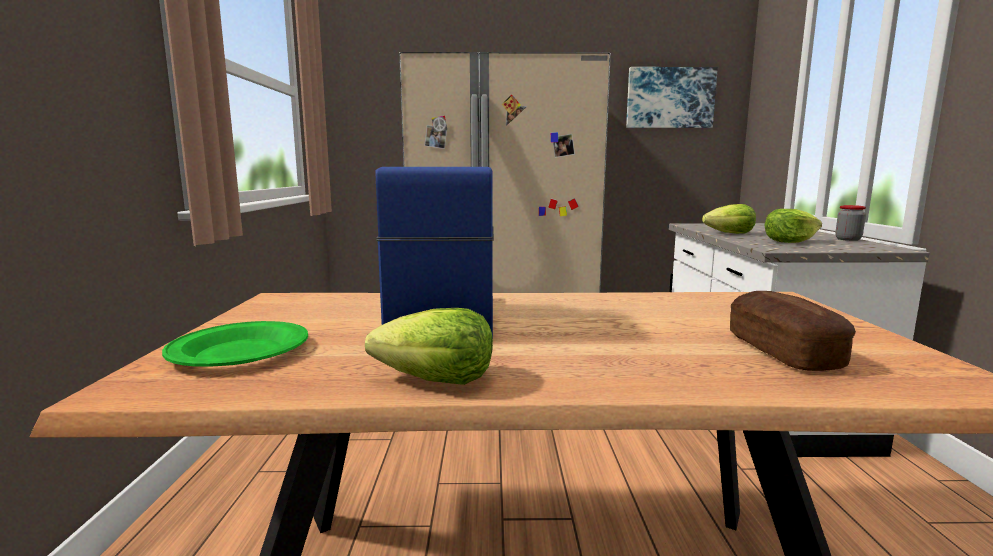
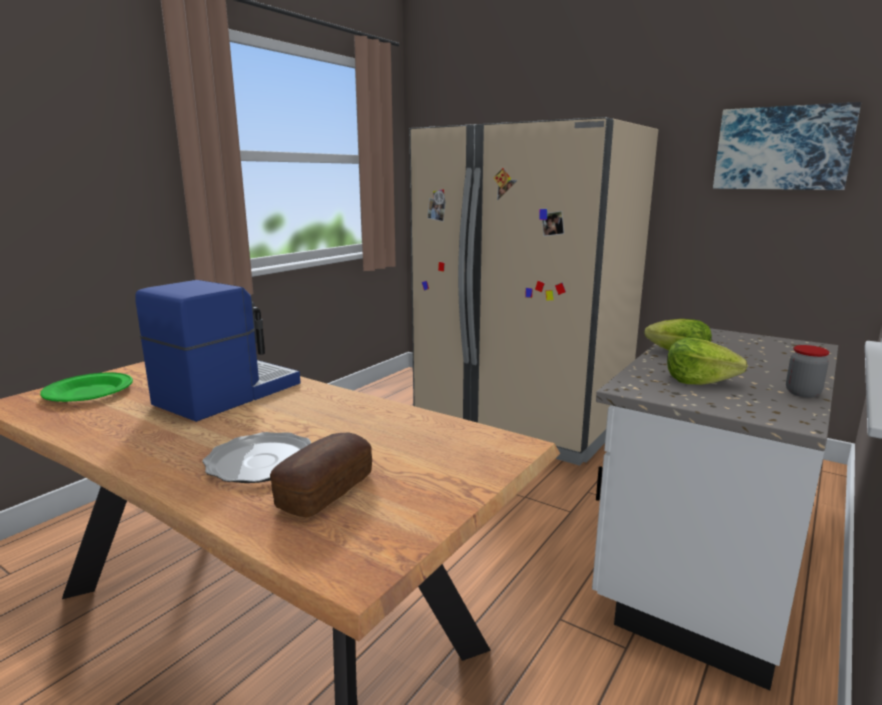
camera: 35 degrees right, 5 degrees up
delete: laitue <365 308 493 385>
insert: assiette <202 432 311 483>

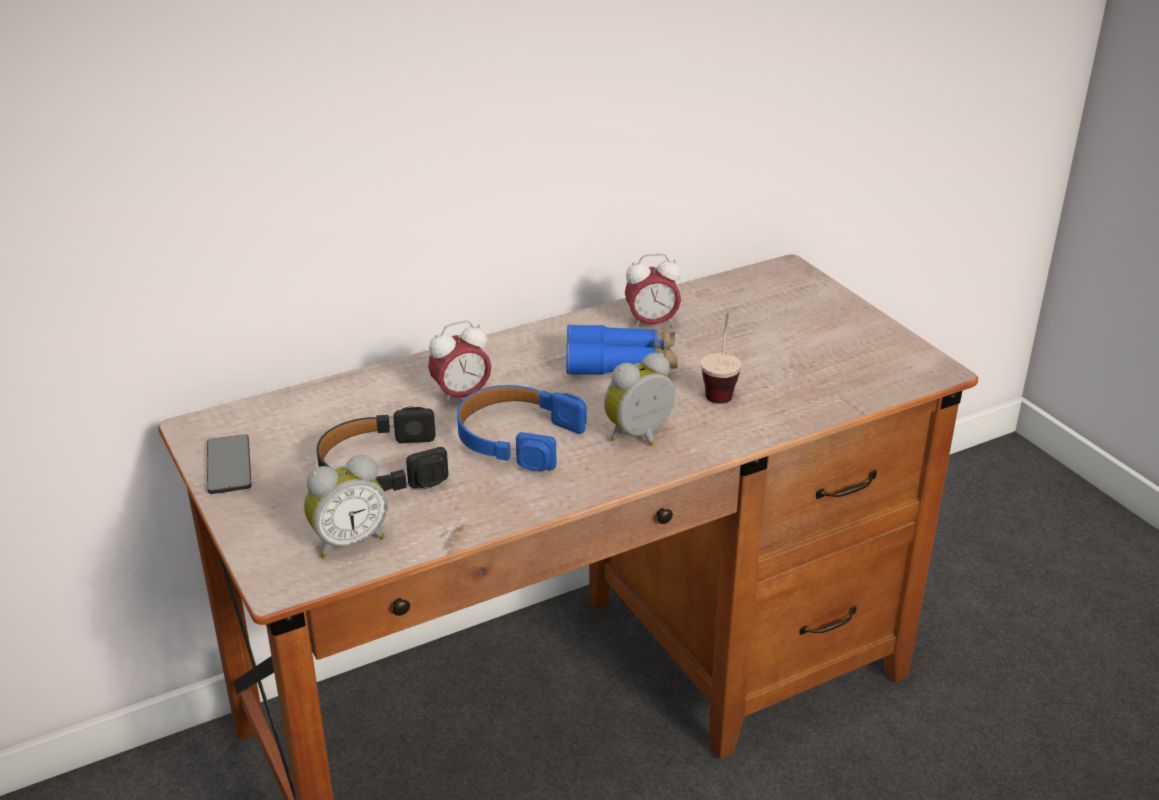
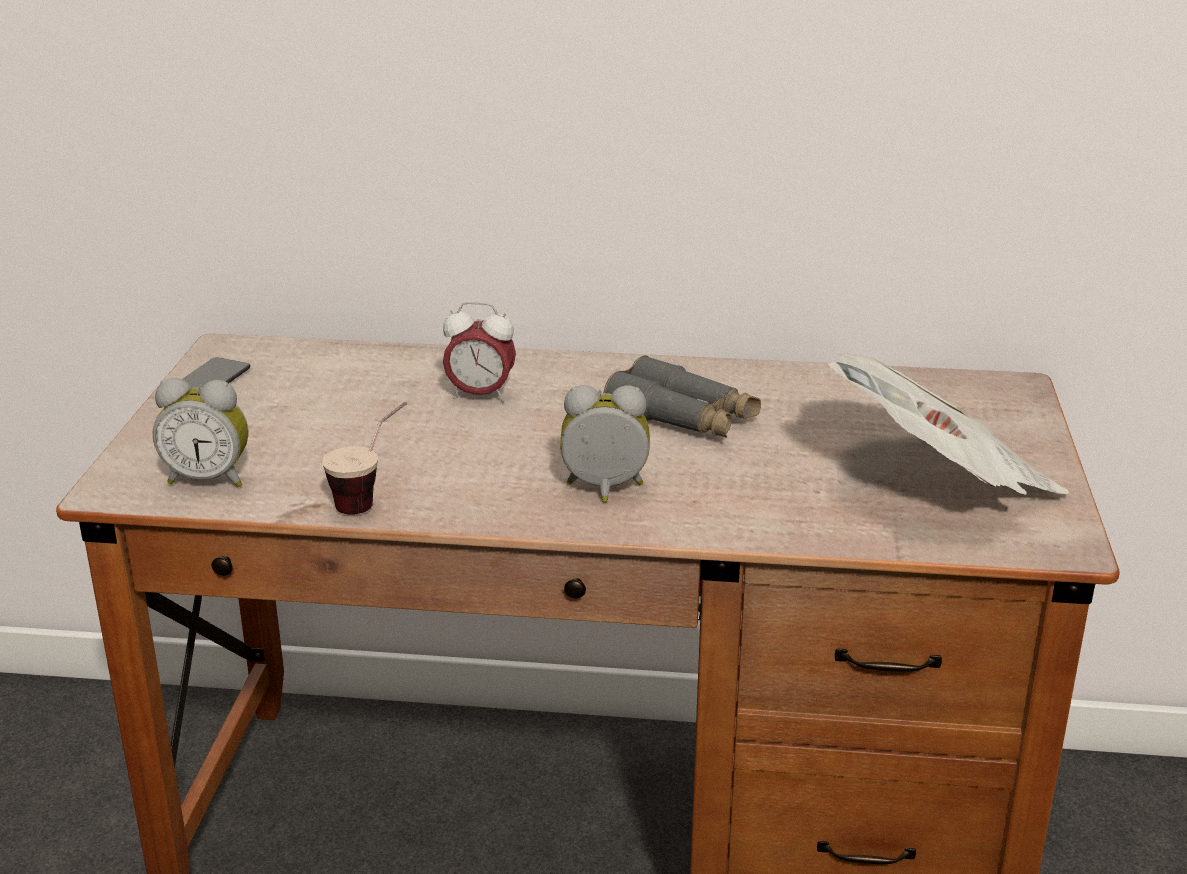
camera: 35 degrees right, 5 degrees down
delete: casque audio (noir) <317 406 448 491>; casque audio (bleu) <457 385 587 471>; réveil <625 254 681 329>
insert: journal <826 354 1069 495>
move: tasse <701 313 742 404> to <322 402 407 515>
recolor: jumelles (bleu) <566 324 678 375> to jumelles (gris) <603 355 761 438>

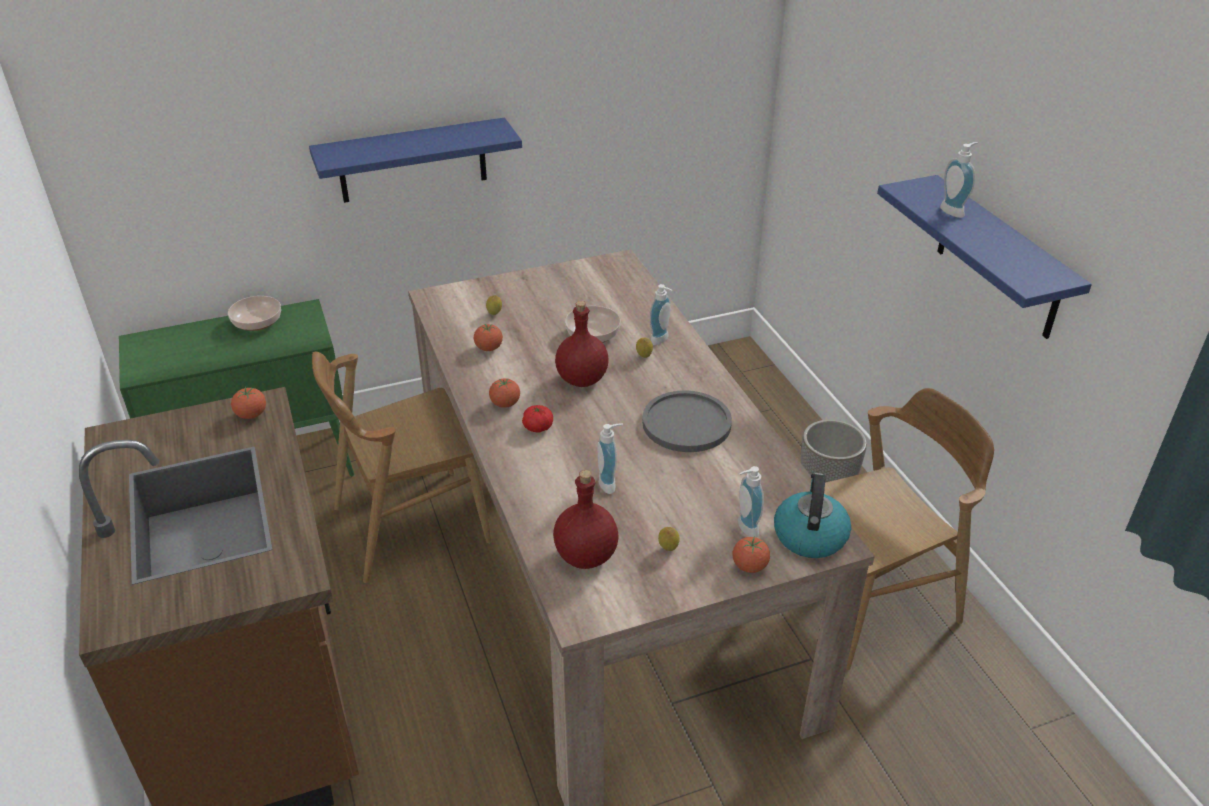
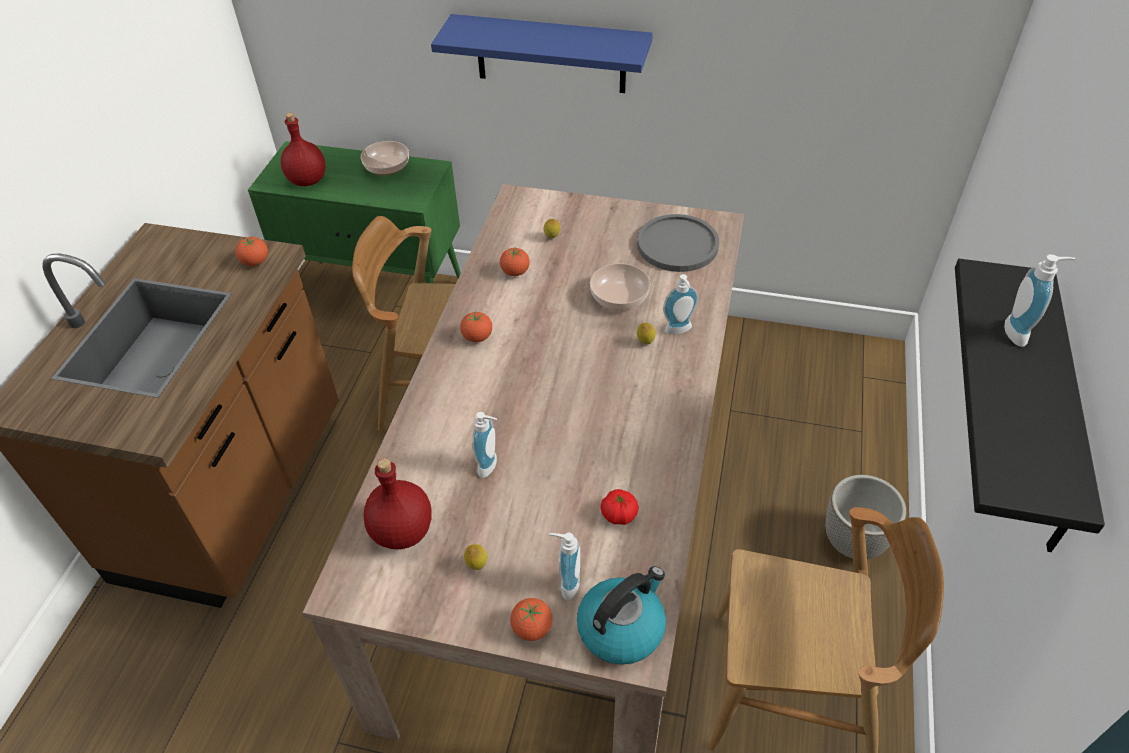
camera: 35 degrees right, 10 degrees up
move: tomate <522 405 553 432> to <600 489 639 525>; bouteille (rouge) <555 301 609 387> to <281 113 325 186>; assiette (gris) <642 390 732 452> to <637 214 719 272>
recolor: étagère (bleu) <877 175 1092 339> to étagère (noir) <955 259 1105 552>

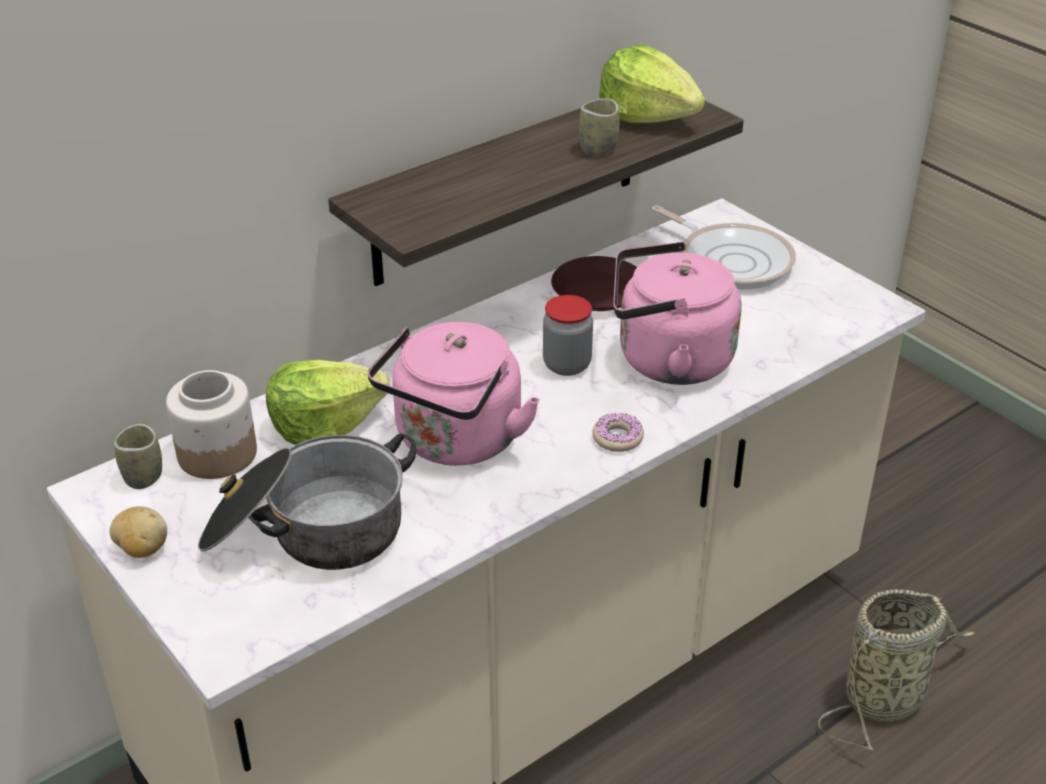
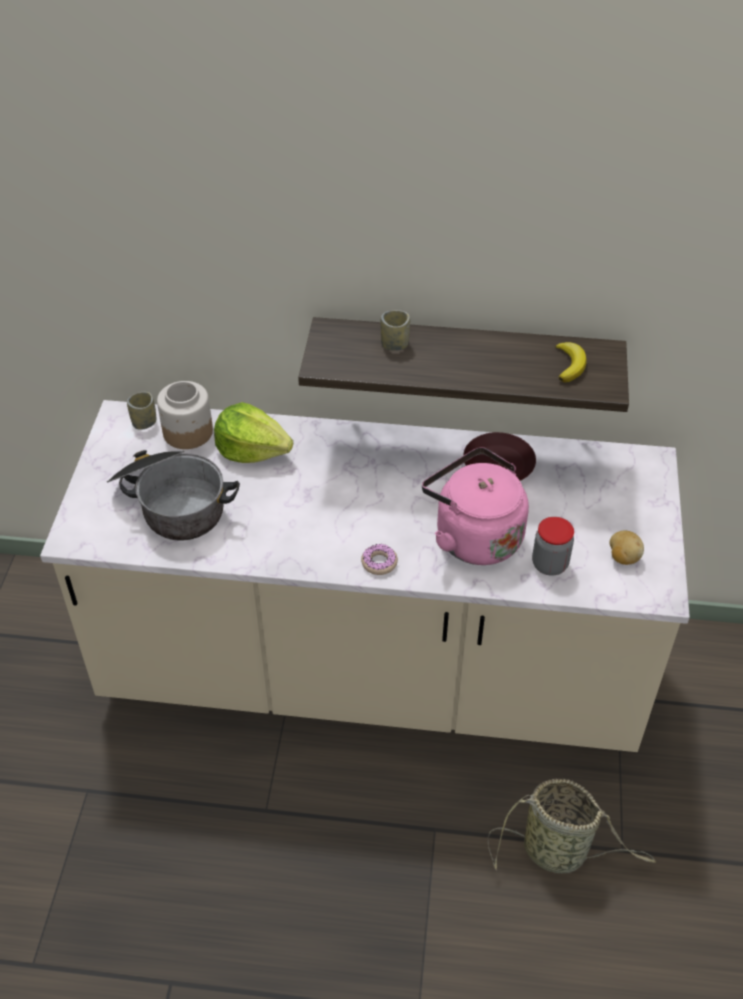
camera: 45 degrees right, 10 degrees up
delete: bouilloire (rose) <368 322 540 466>; poêle <652 205 796 290>
move: pomme de terre <110 506 167 558> to <609 531 644 565>; bocal <543 295 593 376> to <532 517 574 576>; tasse <579 99 619 156> to <381 310 410 351>
replace: laitue <599 44 705 123> to banane <555 342 587 382>

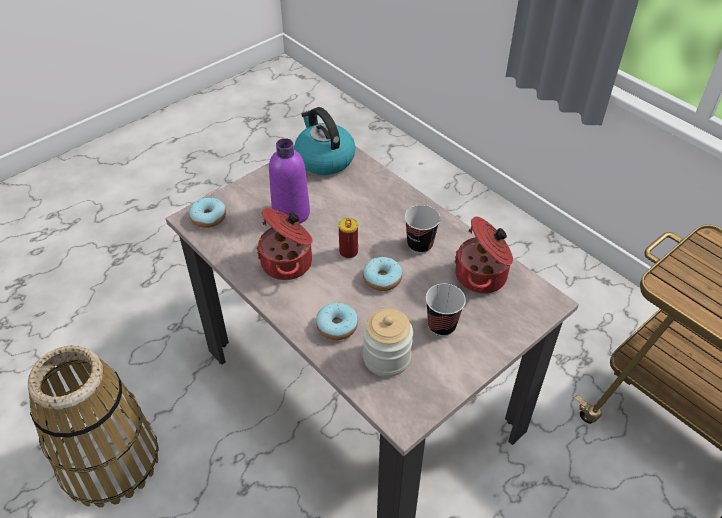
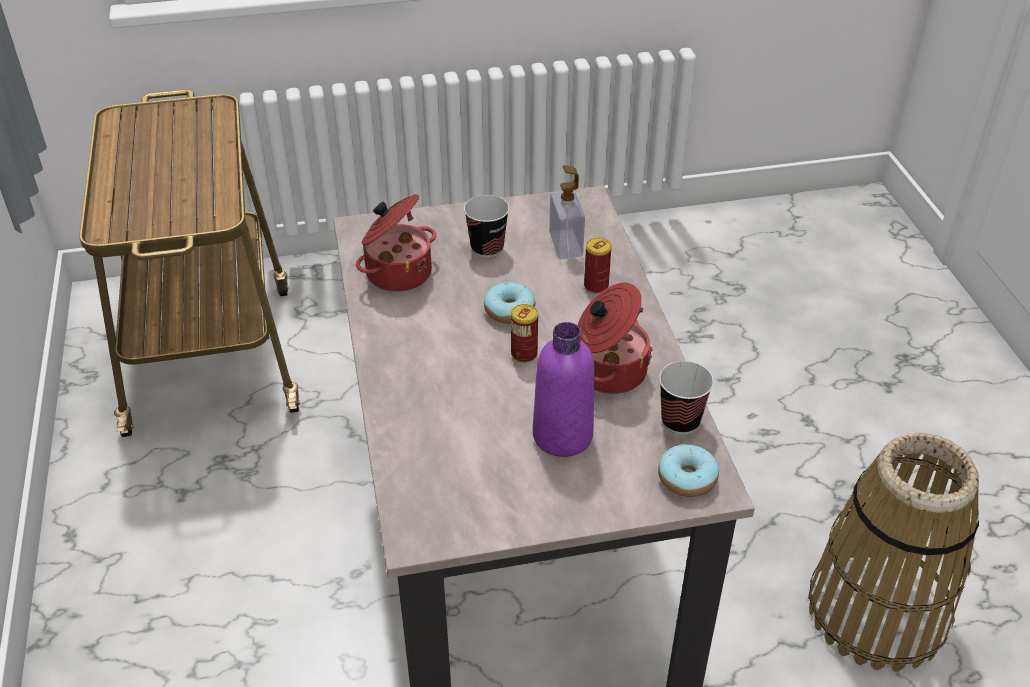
camera: 150 degrees left, 5 degrees down
delete: bouilloire <294 107 356 175>
move: tasse <404 205 441 254> to <659 361 714 434>
replace: beignet <316 303 358 340> to boîte métallique <584 238 611 294>; bocal <363 309 413 377> to distributeur de savon <549 165 585 259>

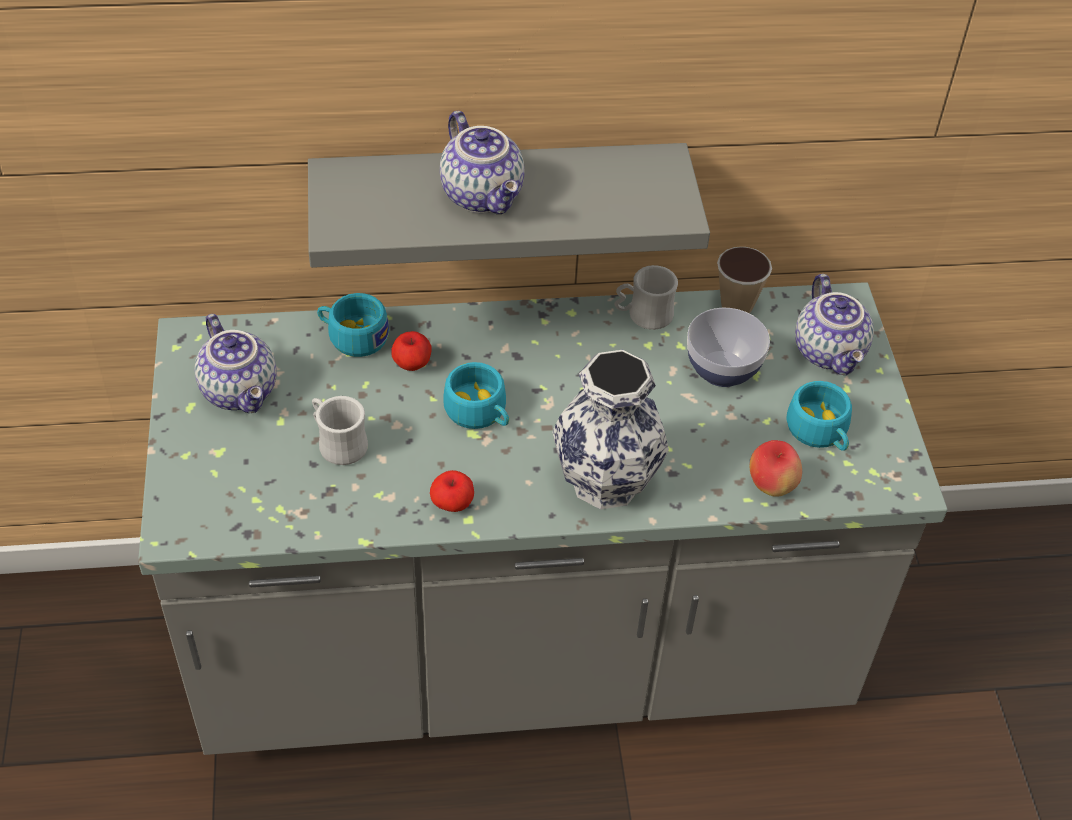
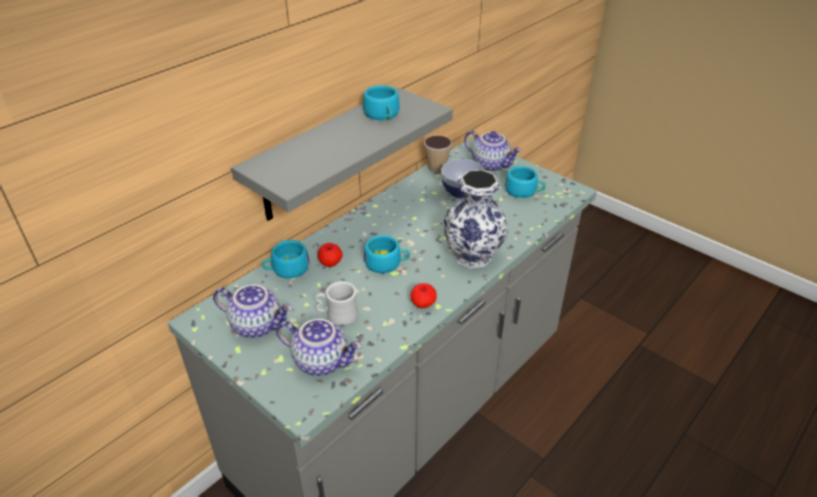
camera: 40 degrees left, 10 degrees down
delete: mug (blanc) <614 265 678 330>; pomme <750 440 802 497>
insert: tasse (turquoise) <363 85 400 120>
move: théière <440 111 525 214> to <276 319 362 376>

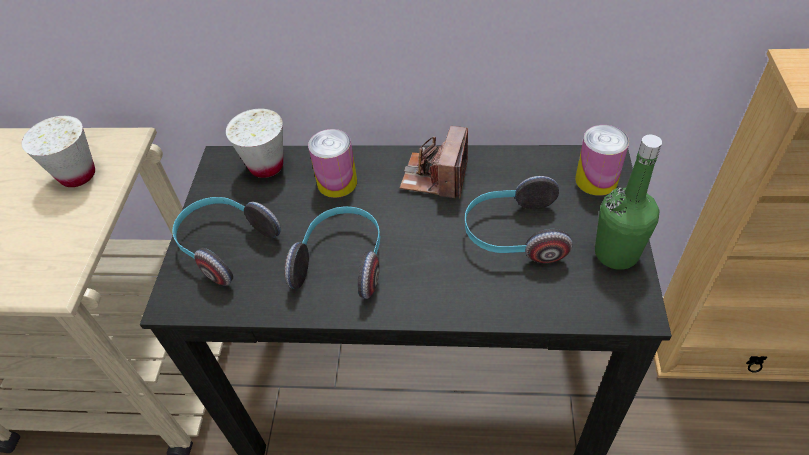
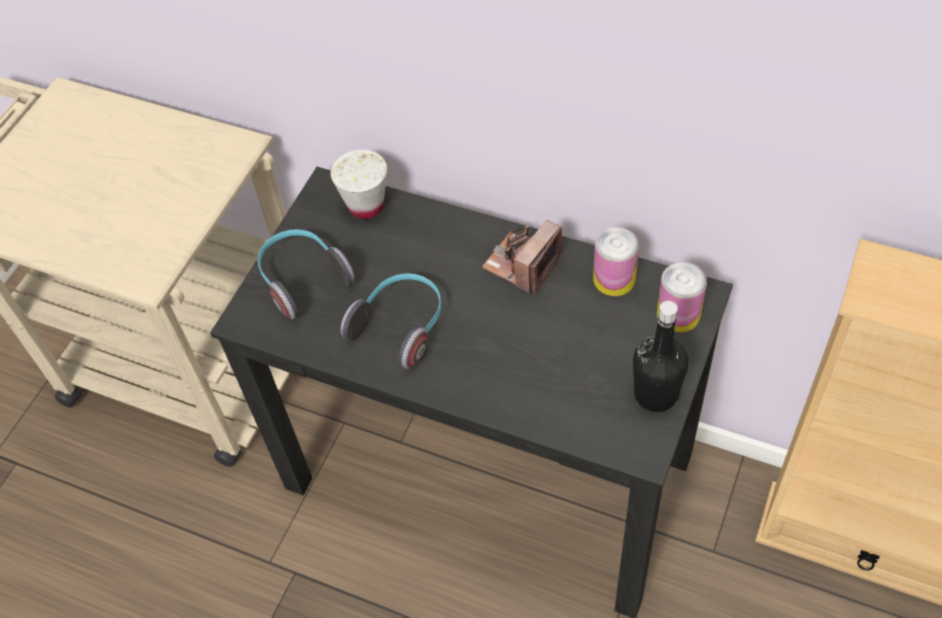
camera: 20 degrees right, 5 degrees up
delete: tasse (blanc) <21 116 95 187>; casque audio <465 176 573 263>
move: boîte métallique <308 129 357 198> to <593 227 639 296>
recolor: bouteille (vert) <595 135 662 270> to bouteille (noir) <633 301 689 412>

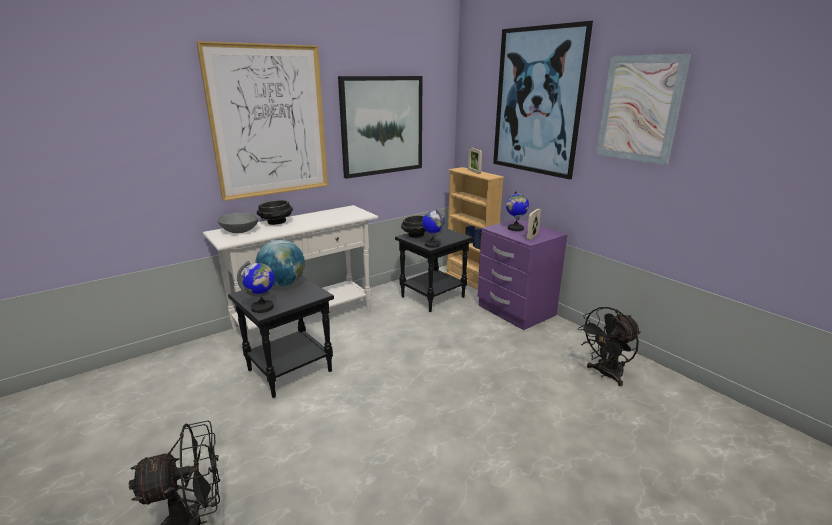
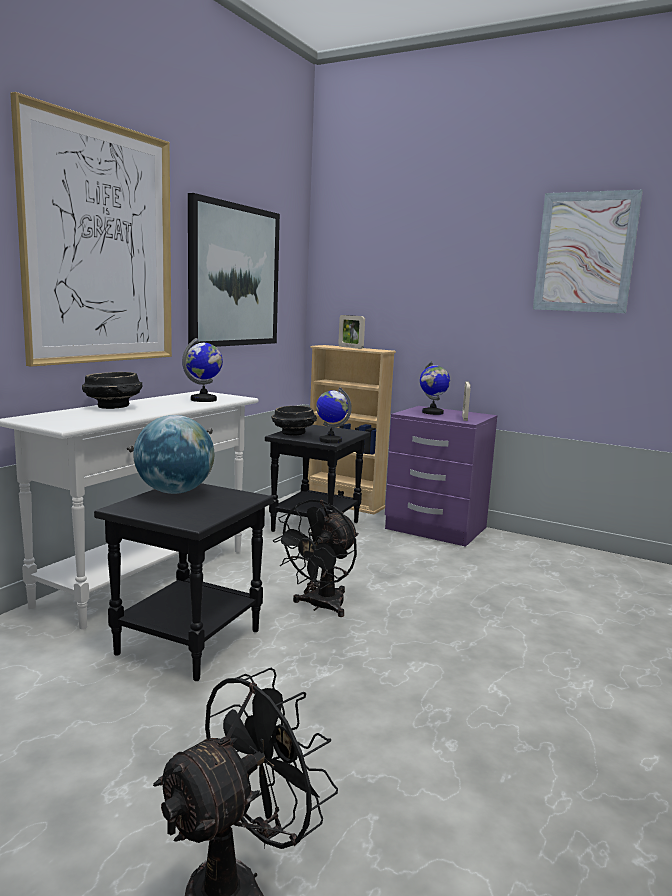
camera: 25 degrees left, 10 degrees down
delete: bol (gris) <217 213 258 233>; tableau <493 21 593 179>
move: globe <237 261 275 313> to <182 338 223 402>; ventilateur (noir) <578 307 641 386> to <273 499 359 617>

